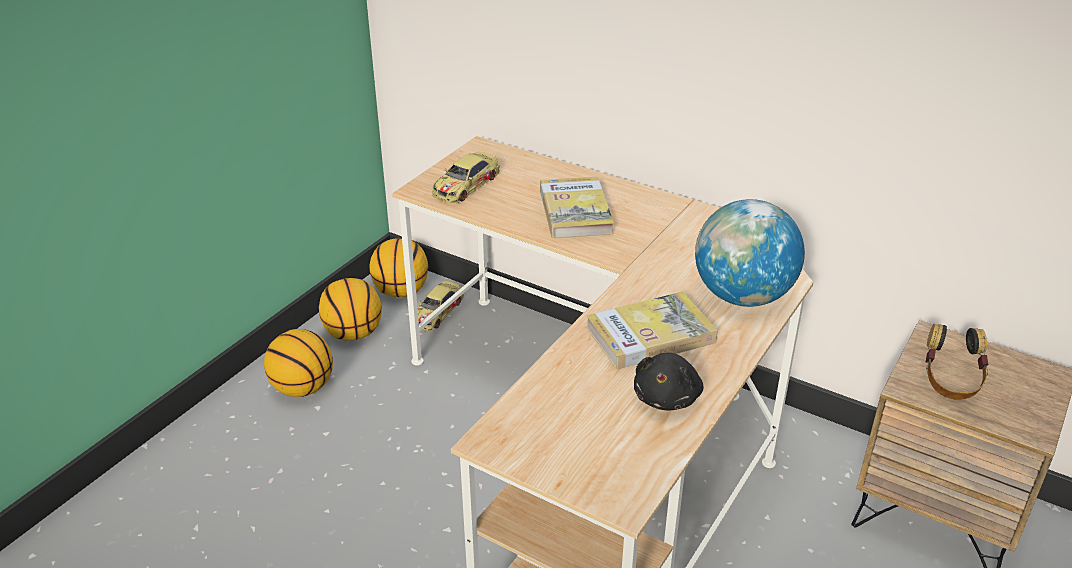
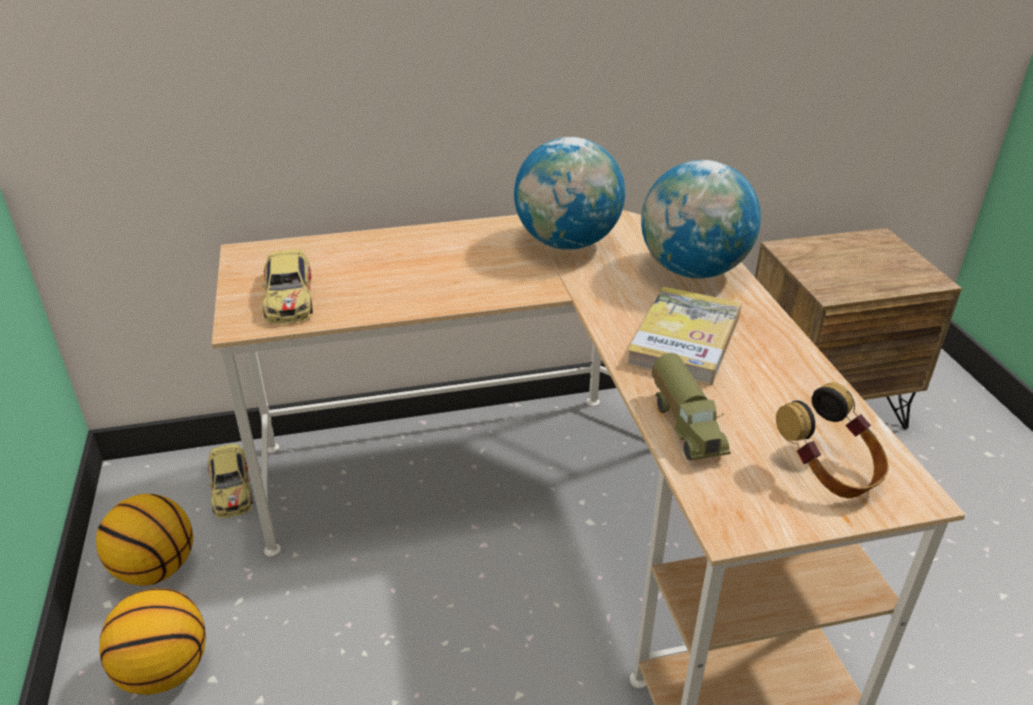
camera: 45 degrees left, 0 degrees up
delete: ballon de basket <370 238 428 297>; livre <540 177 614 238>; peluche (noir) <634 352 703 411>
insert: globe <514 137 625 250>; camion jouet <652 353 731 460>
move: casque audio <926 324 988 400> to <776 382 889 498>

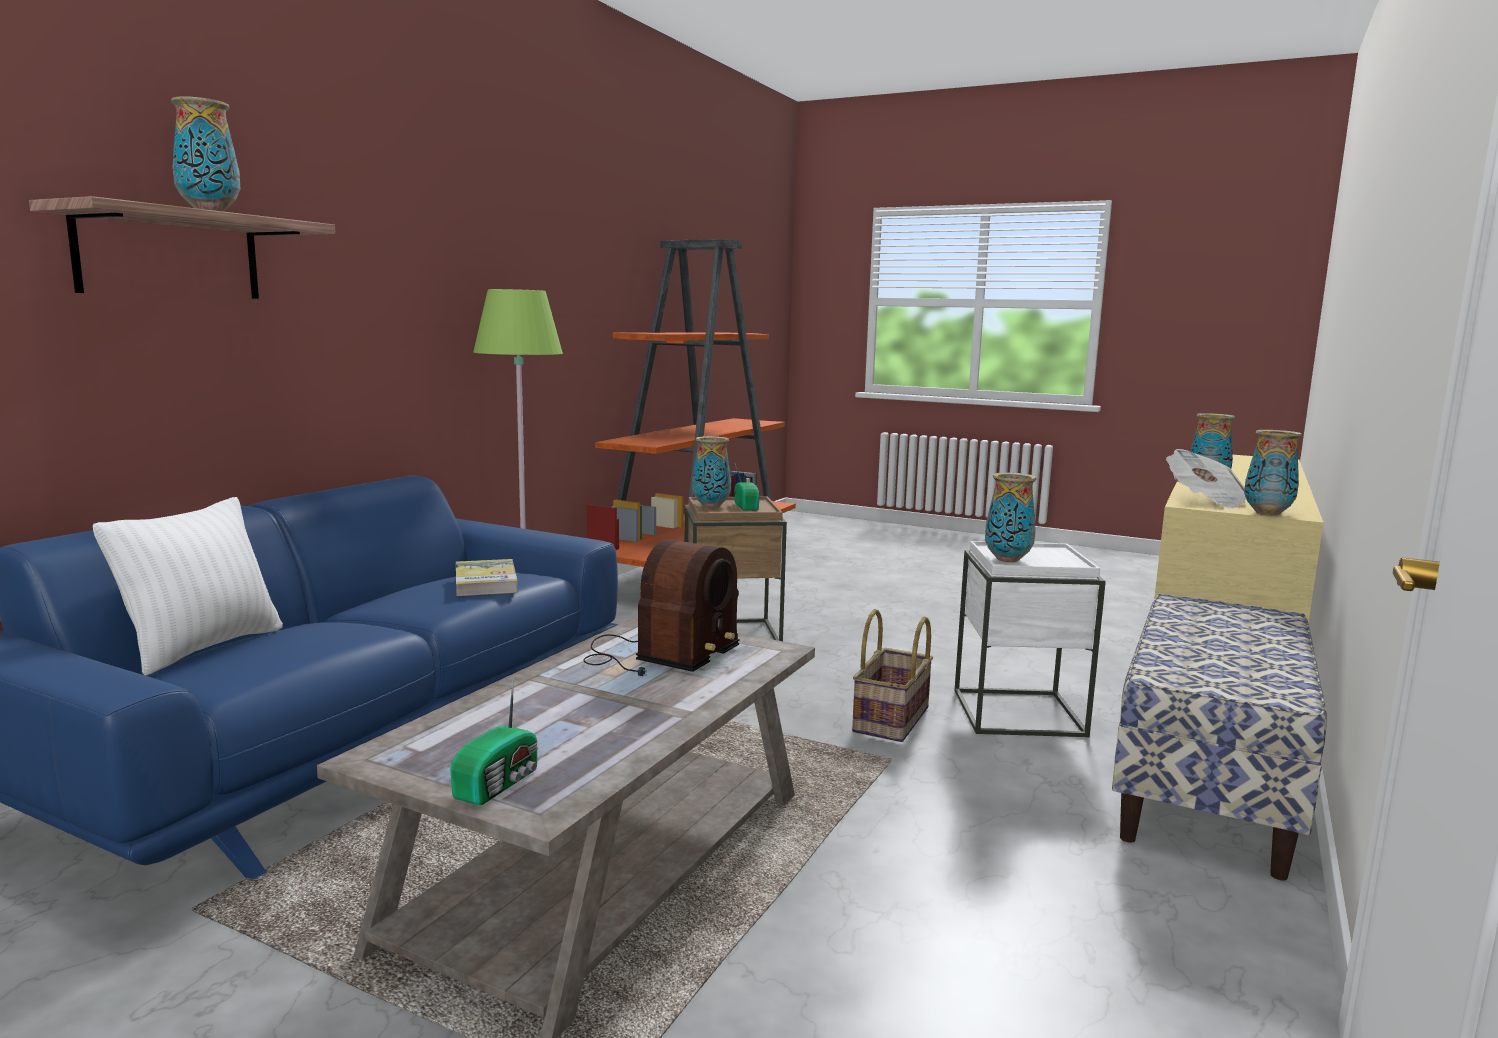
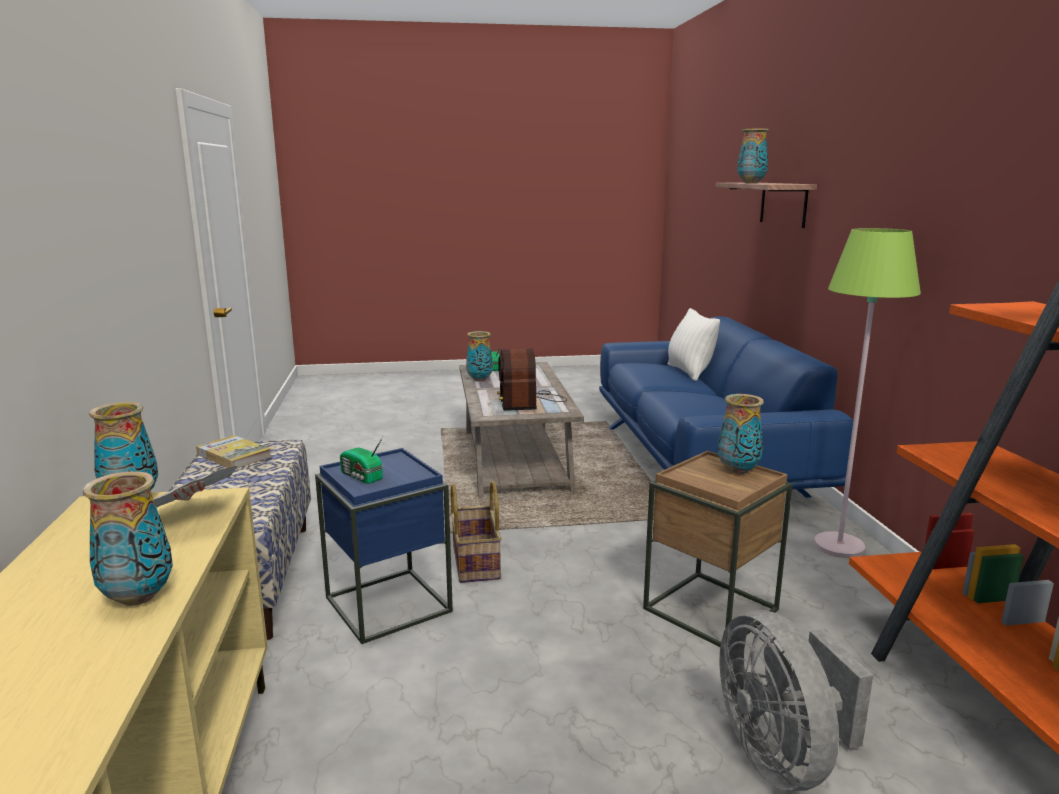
camera: 145 degrees right, 5 degrees up
insert: ventilateur (gris) <719 610 873 791>
move: livre <456 559 518 596> to <196 435 271 469>; radio <734 462 759 511> to <340 437 383 484>; vase <985 473 1036 562> to <466 331 493 381>
recolor: table d'appoint (blanc) <954 541 1106 737> to table d'appoint (bleu) <315 448 453 644>

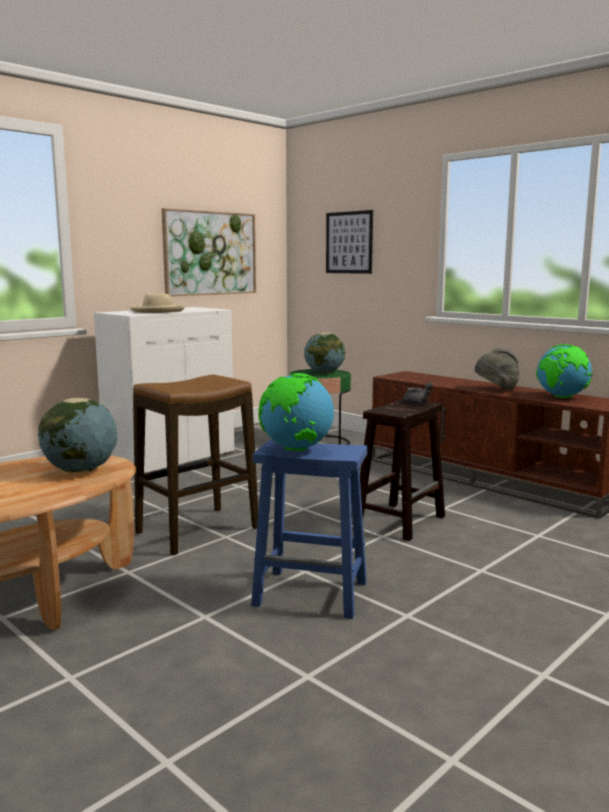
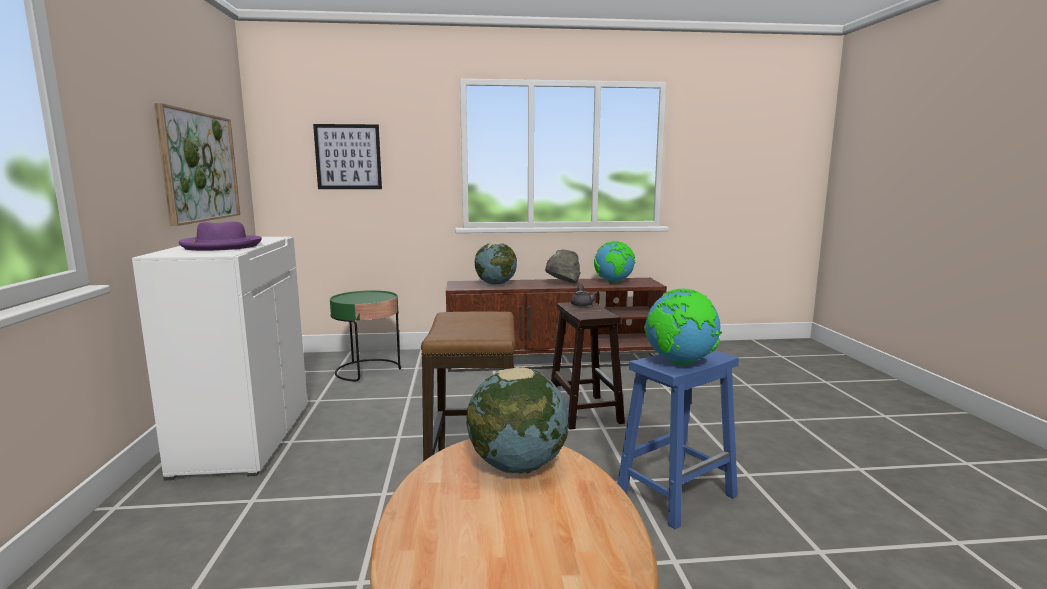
camera: 50 degrees left, 0 degrees up
move: globe <304 332 345 374> to <475 242 517 285>
recolor: chapeau (beige) <130 293 185 313> to chapeau (violet) <179 221 262 251>

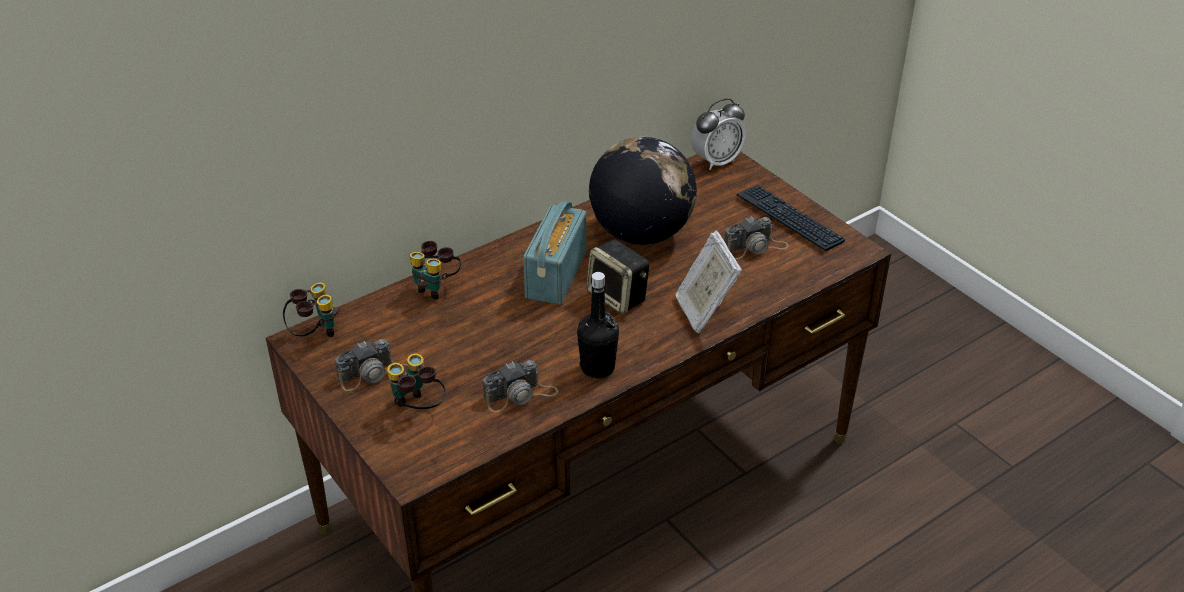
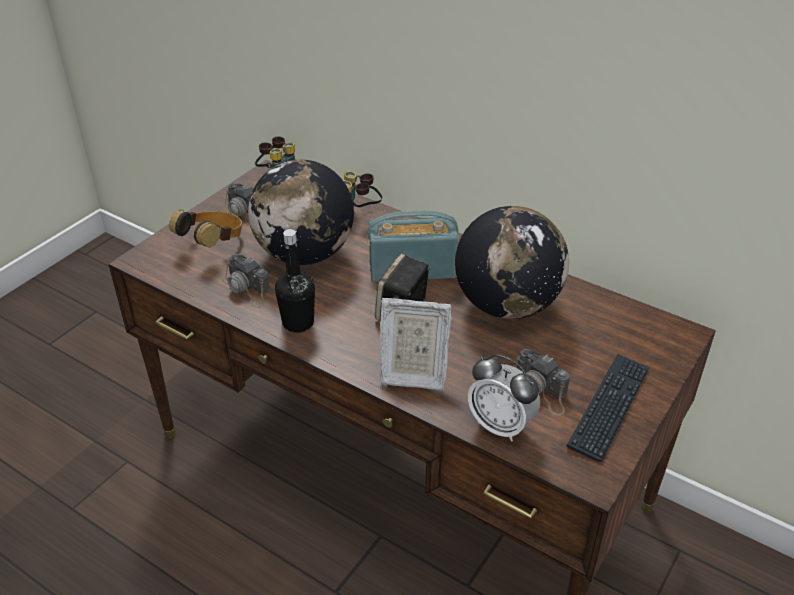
camera: 70 degrees right, 0 degrees up
insert: globe <248 160 354 265>
move: réveil <691 98 746 170> to <468 354 540 442>
replace: jumelles <387 353 445 409> to casque audio <169 210 242 247>
rotate: cadre photo <675 231 742 333> = <380 298 452 390> 135 degrees counterclockwise

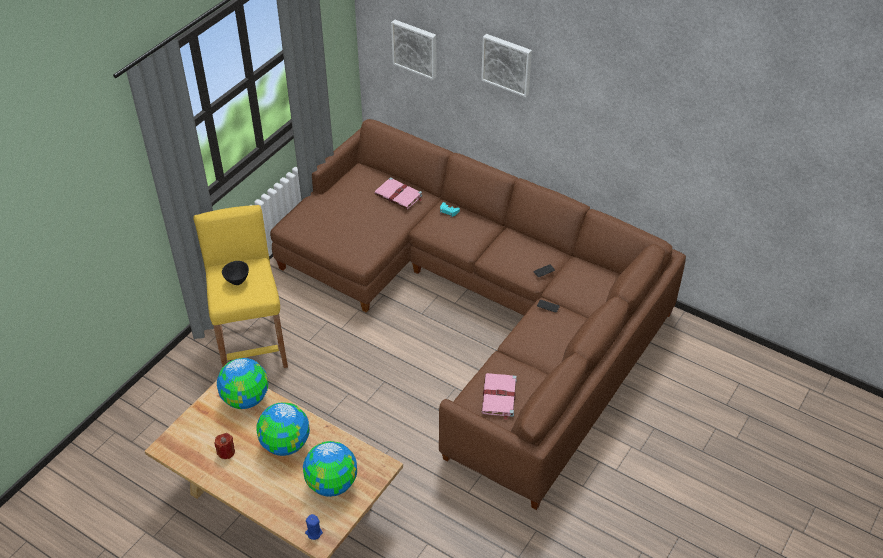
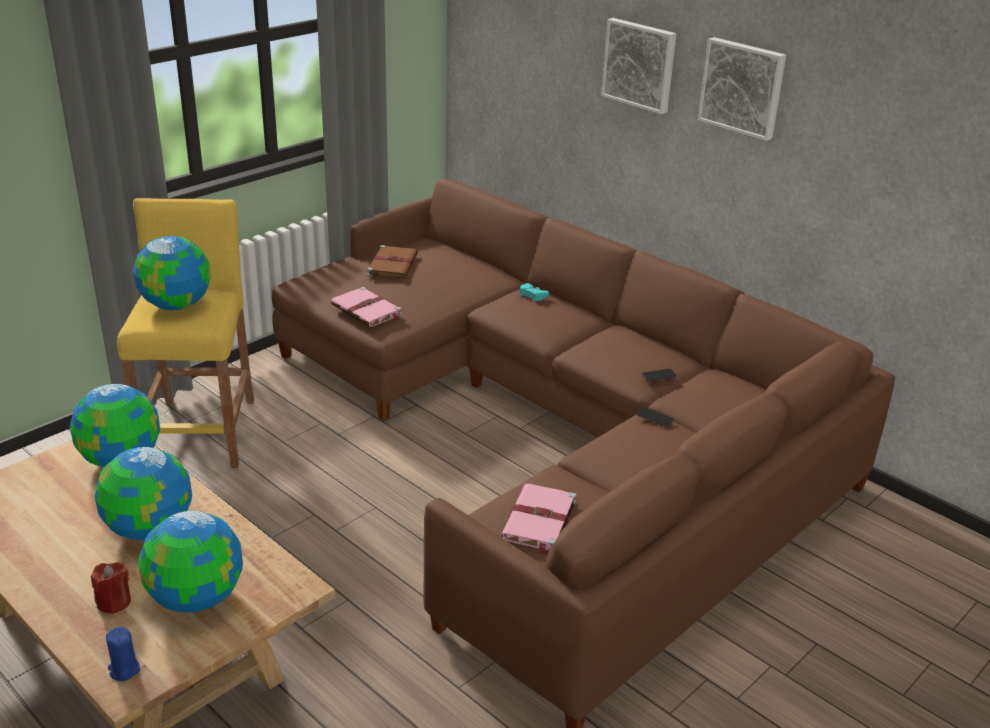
camera: 10 degrees right, 15 degrees down
insert: livre (marron) <367 245 418 279>
move: bougie (rouge) <214 433 235 459> to <91 562 131 614>; livre (rose) <375 177 422 209> to <331 287 402 327>; tableau <391 20 437 80> to <697 37 786 141>
replace: bol (noir) <222 261 249 285> to globe <133 236 211 310>

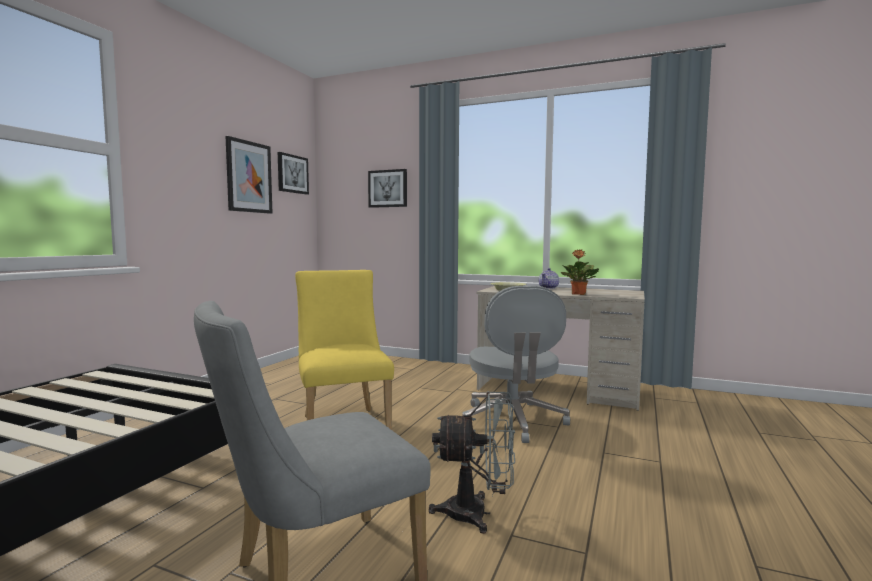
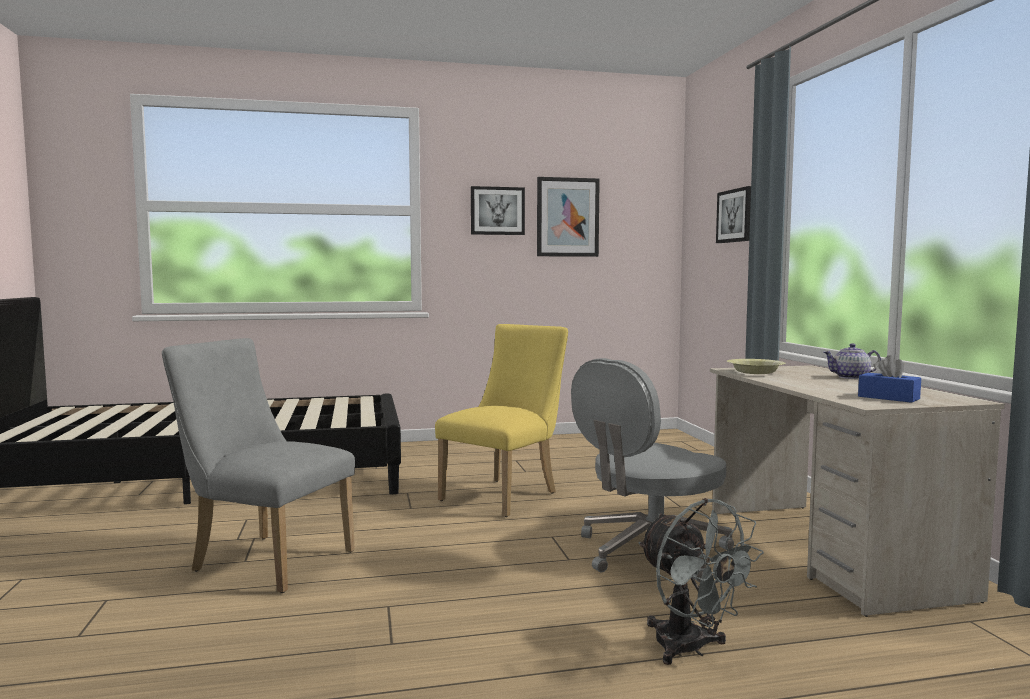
camera: 55 degrees right, 0 degrees up
delete: plante en pot <561 250 599 295>
insert: boîte à mouchoirs (bleu) <858 355 921 403>
move: tableau <278 152 309 195> to <471 186 525 235>; ventilateur (gris) <429 391 515 534> to <638 498 764 665>

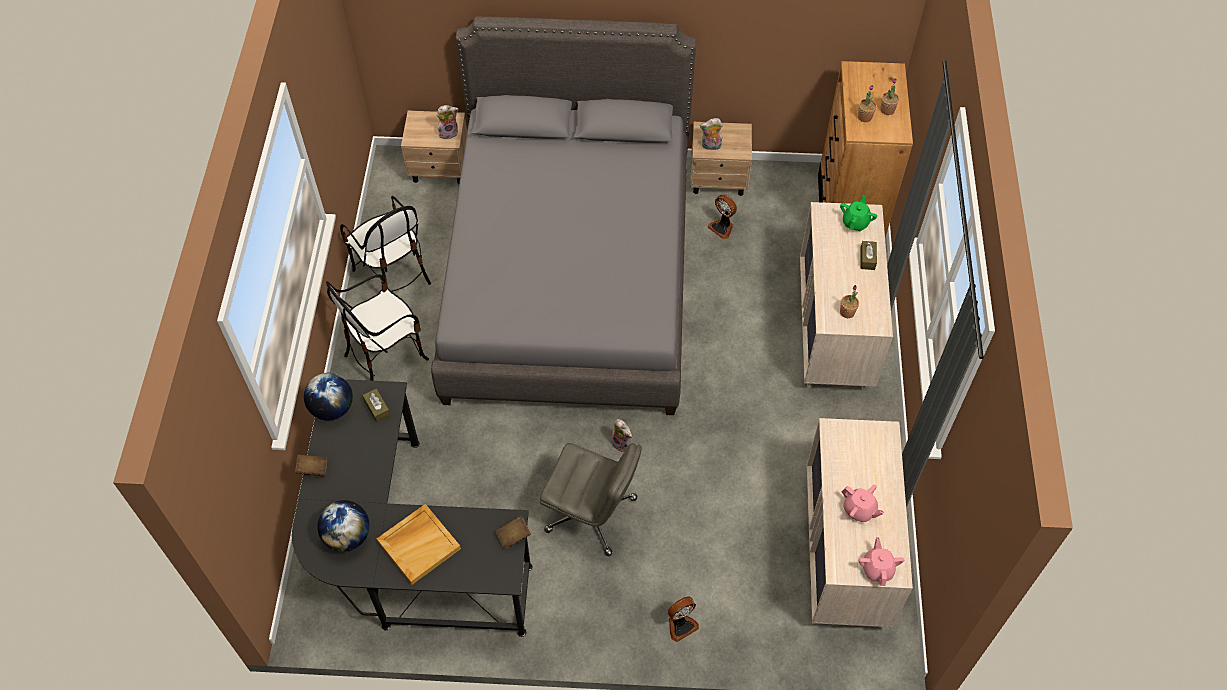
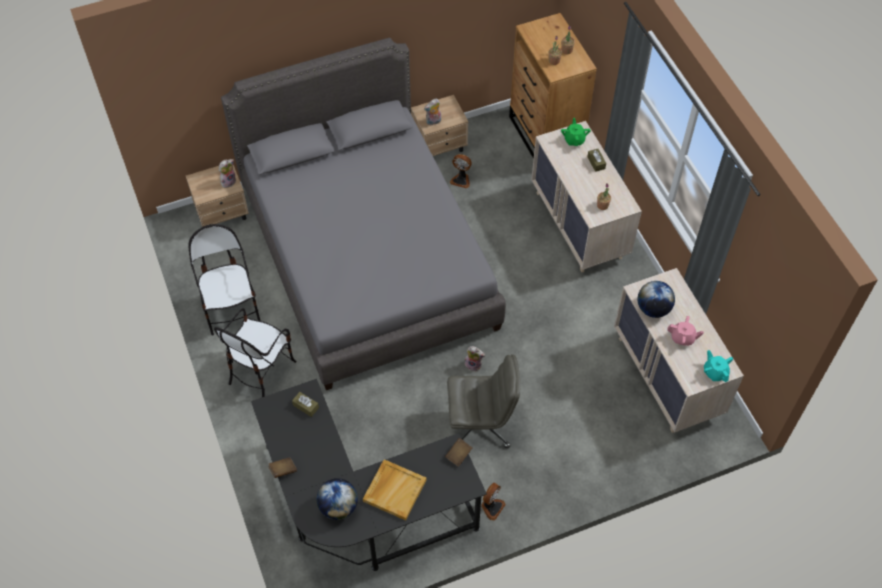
camera: 25 degrees left, 0 degrees up
move: globe <304 373 353 420> to <638 281 675 318>; ventilateur <668 597 699 642> to <481 483 506 520>
recolor: théière (rose) <859 537 904 586> to théière (turquoise) <704 350 733 382>
rotate: chaise <340 196 431 292> = <189 224 260 336> 135 degrees counterclockwise

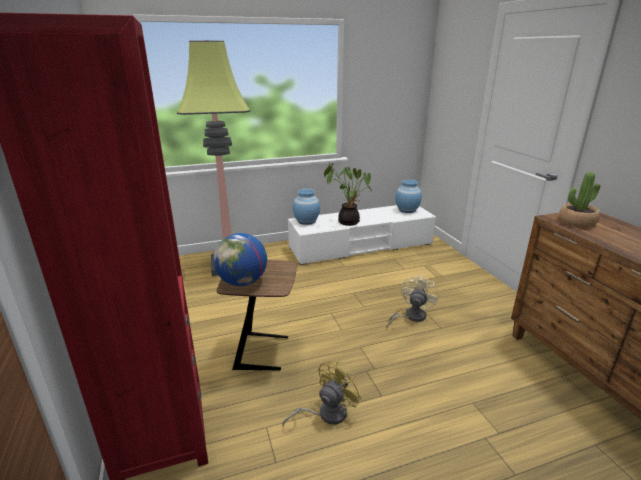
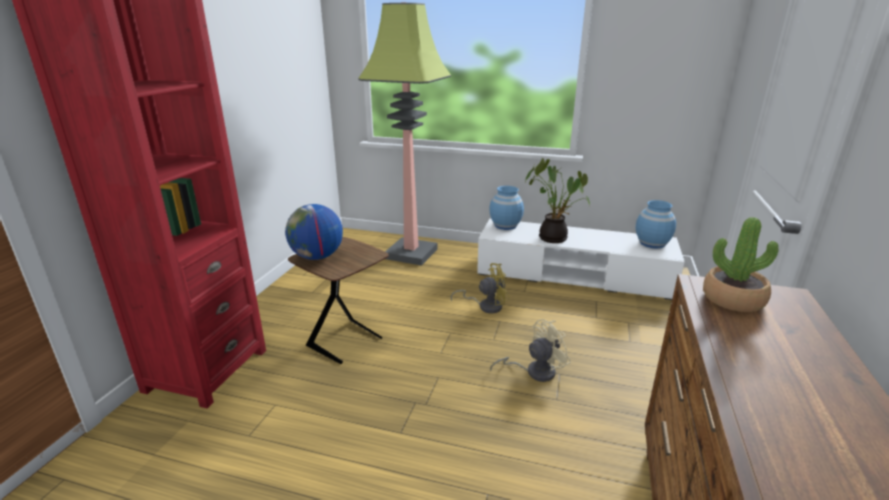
camera: 35 degrees right, 0 degrees up
move: ventilateur (jaune) <283 361 362 426> to <450 263 510 314>

